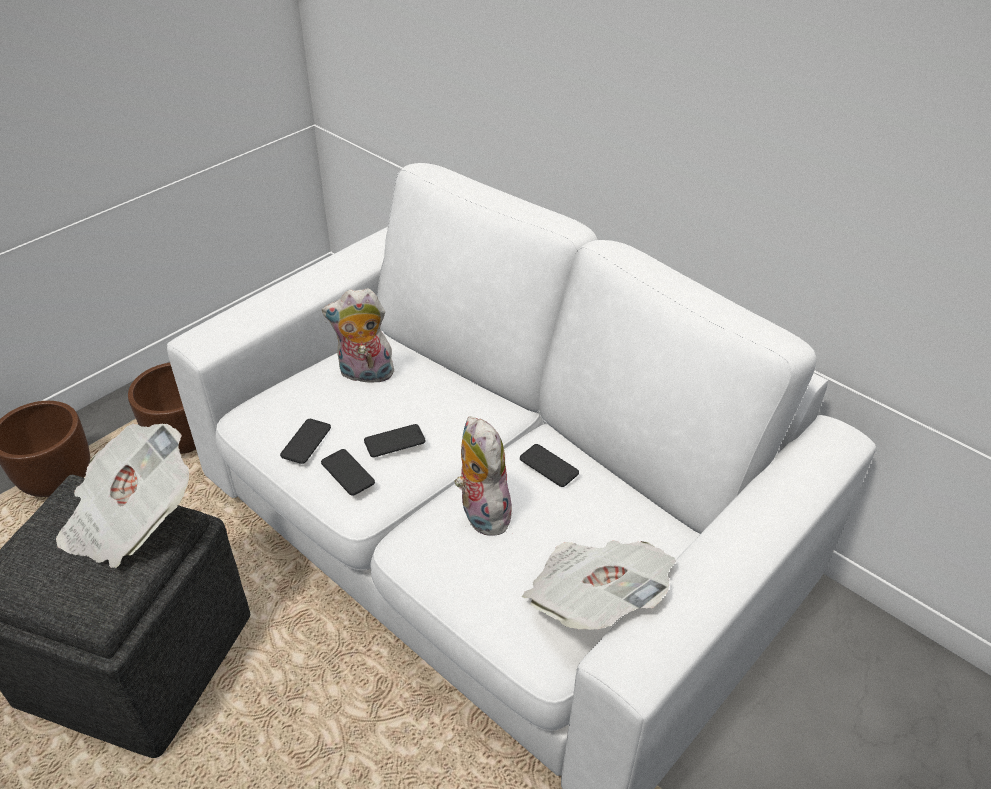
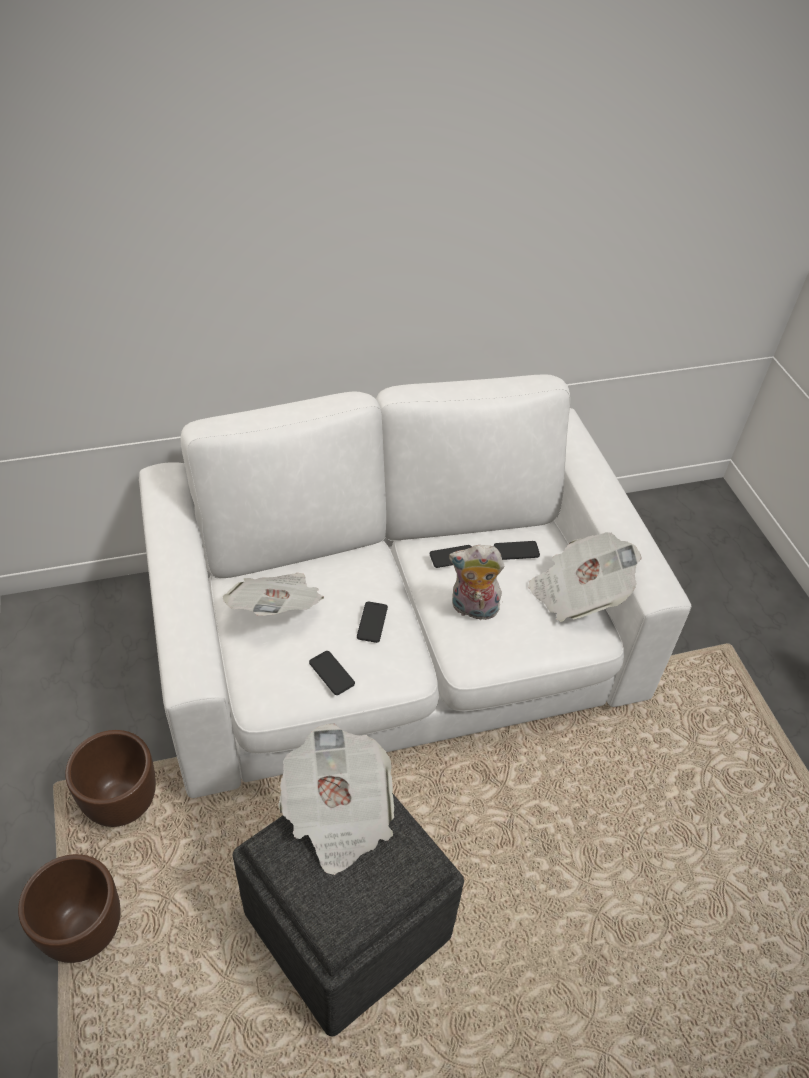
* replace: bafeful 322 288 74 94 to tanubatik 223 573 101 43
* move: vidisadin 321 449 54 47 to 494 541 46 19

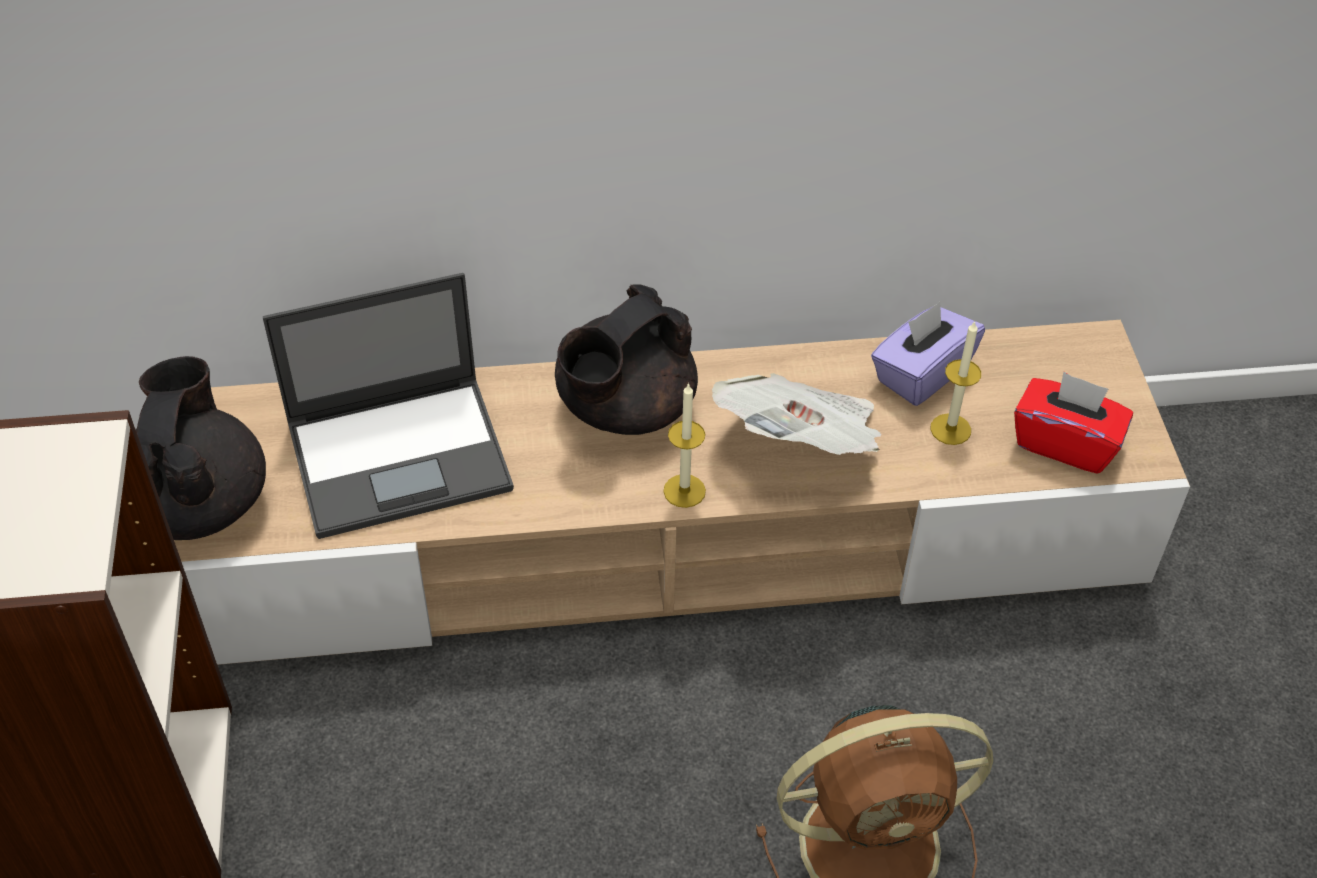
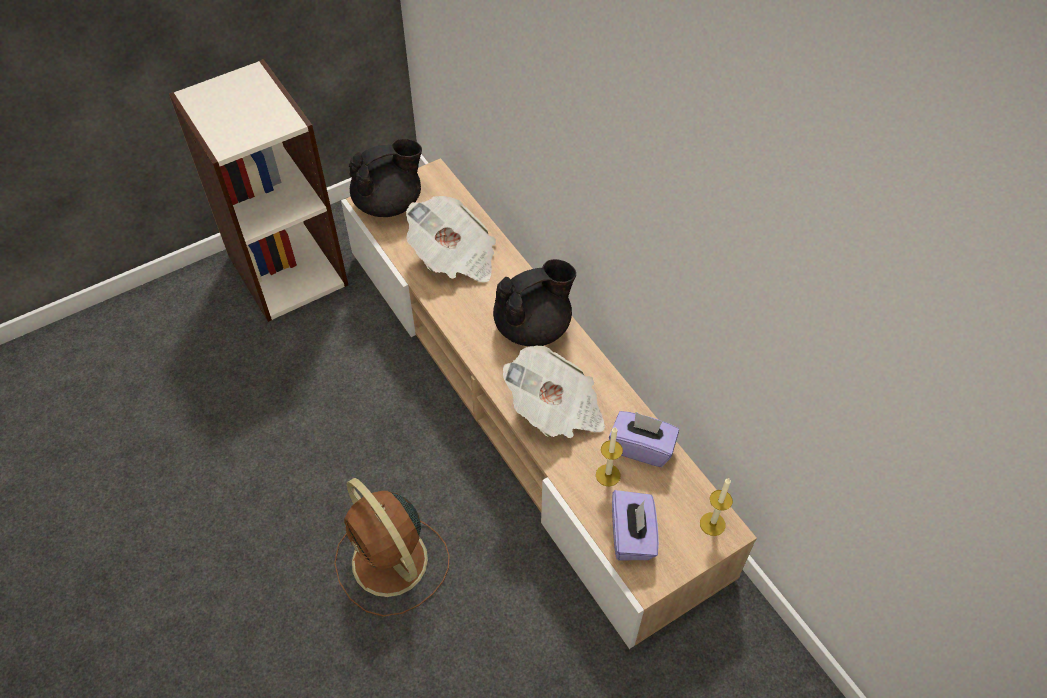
* replace: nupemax 263 273 251 266 to tanubatik 406 196 90 87
* rotate: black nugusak 555 284 143 151 = 493 259 83 87 135 degrees clockwise
* recolor: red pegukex 1014 372 119 102 to purple pegukex 612 490 47 70
* move: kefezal 663 383 43 125 to 700 478 33 58

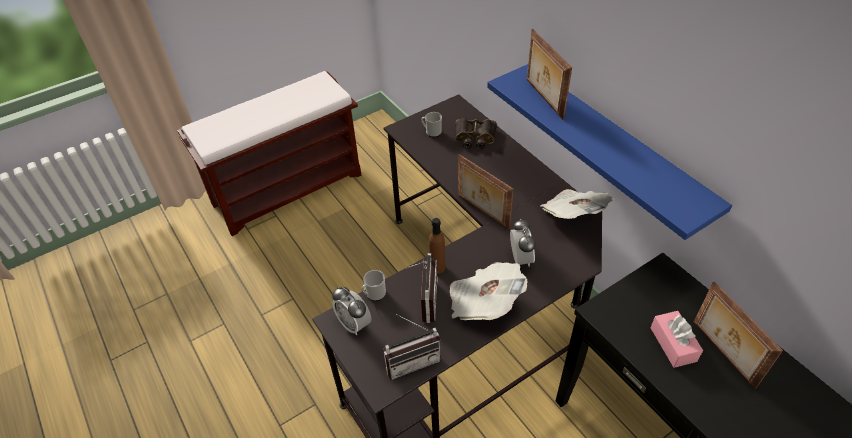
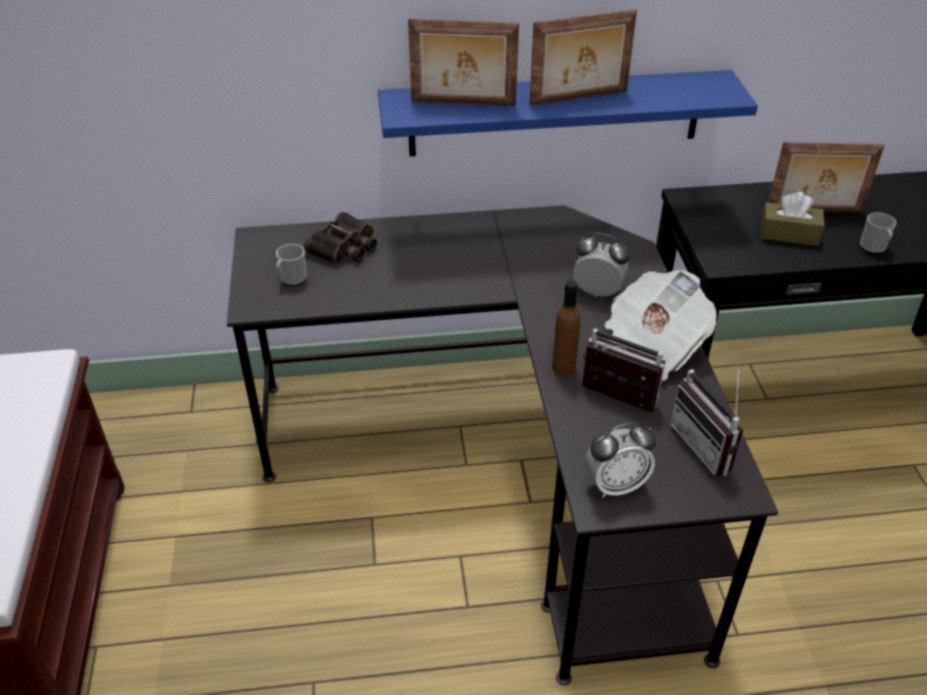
* move: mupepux 458 154 56 76 to 529 9 108 96
* rotate: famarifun 383 314 59 66 = 670 363 73 114 150 degrees clockwise
* recolor: pink pegukex 651 311 52 57 to brown pegukex 761 192 64 54
* move: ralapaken 361 270 25 31 to 860 212 37 42
* delete: tanubatik 541 189 74 30

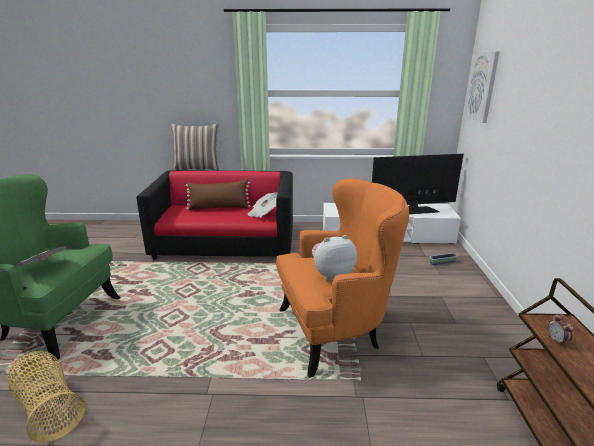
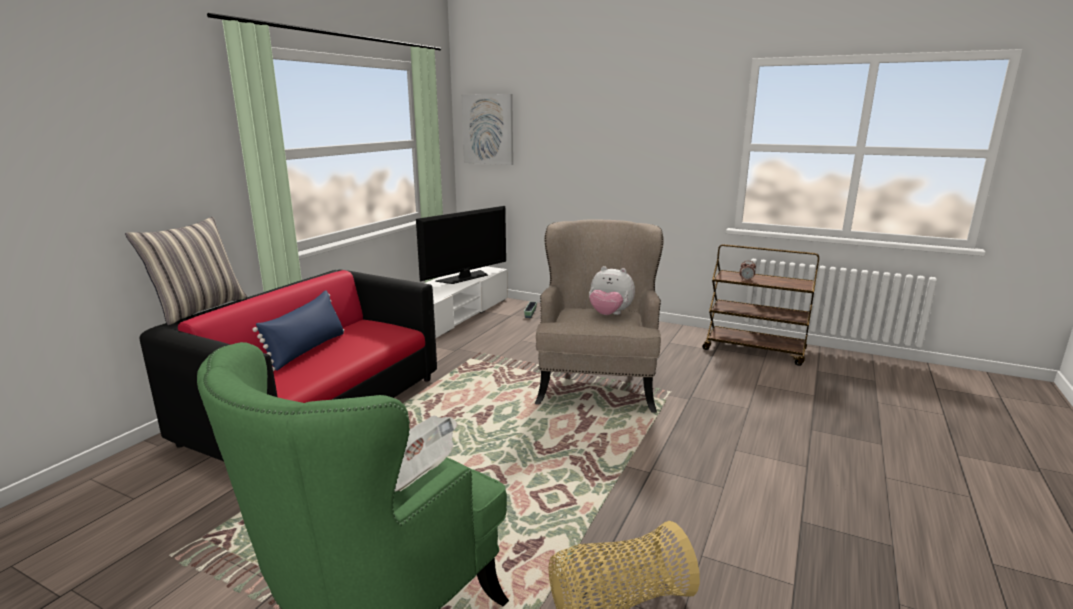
* recolor: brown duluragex 186 179 64 31 to blue duluragex 252 290 92 81
* rotate: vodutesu 372 154 92 60 = 416 206 90 78 150 degrees counterclockwise
* recolor: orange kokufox 276 178 133 200 to beige kokufox 535 220 129 193
* rotate: bafeful 312 235 45 45 = 589 266 46 49 75 degrees counterclockwise
* delete: tanubatik 248 192 29 26

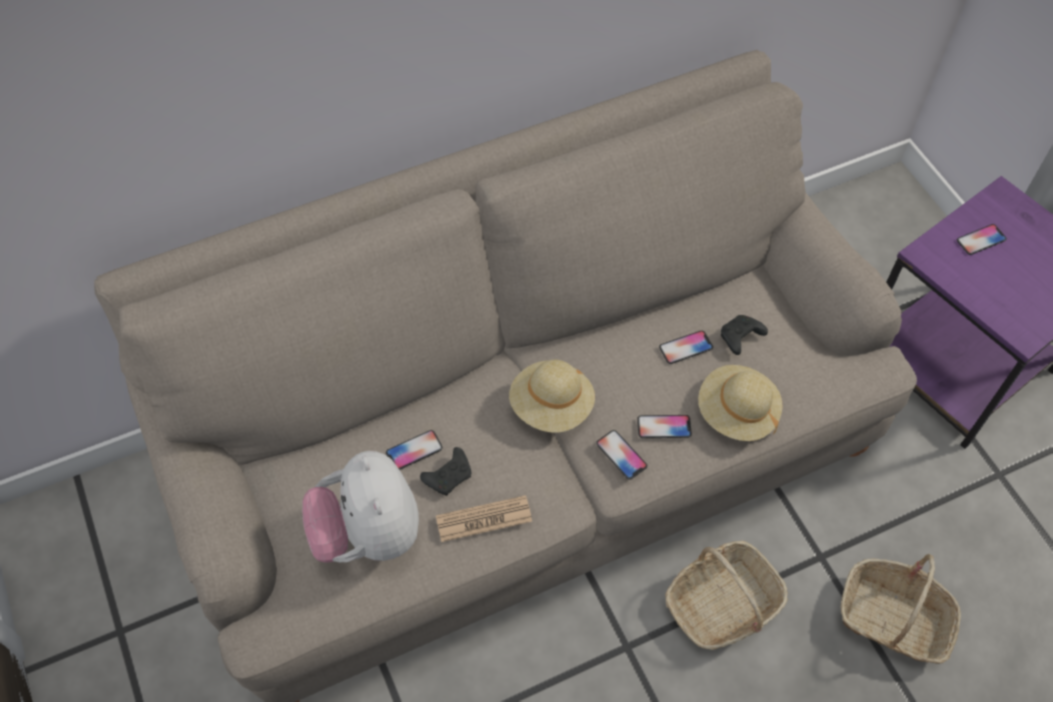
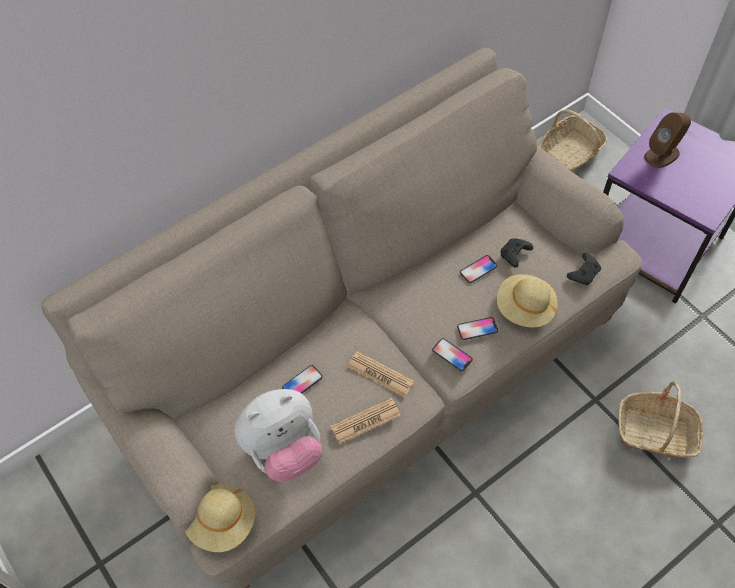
* move: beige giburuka 509 360 86 73 to 185 484 70 68
* rotate: bafeful 302 451 117 112 = 235 389 87 93 90 degrees counterclockwise
* insert: tanubatik 347 351 67 46
* move: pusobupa 665 541 123 109 to 539 110 69 62
* move: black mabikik 420 447 51 49 to 567 253 34 32
* replace: vidisadin 957 224 50 31 to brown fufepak 644 112 47 56

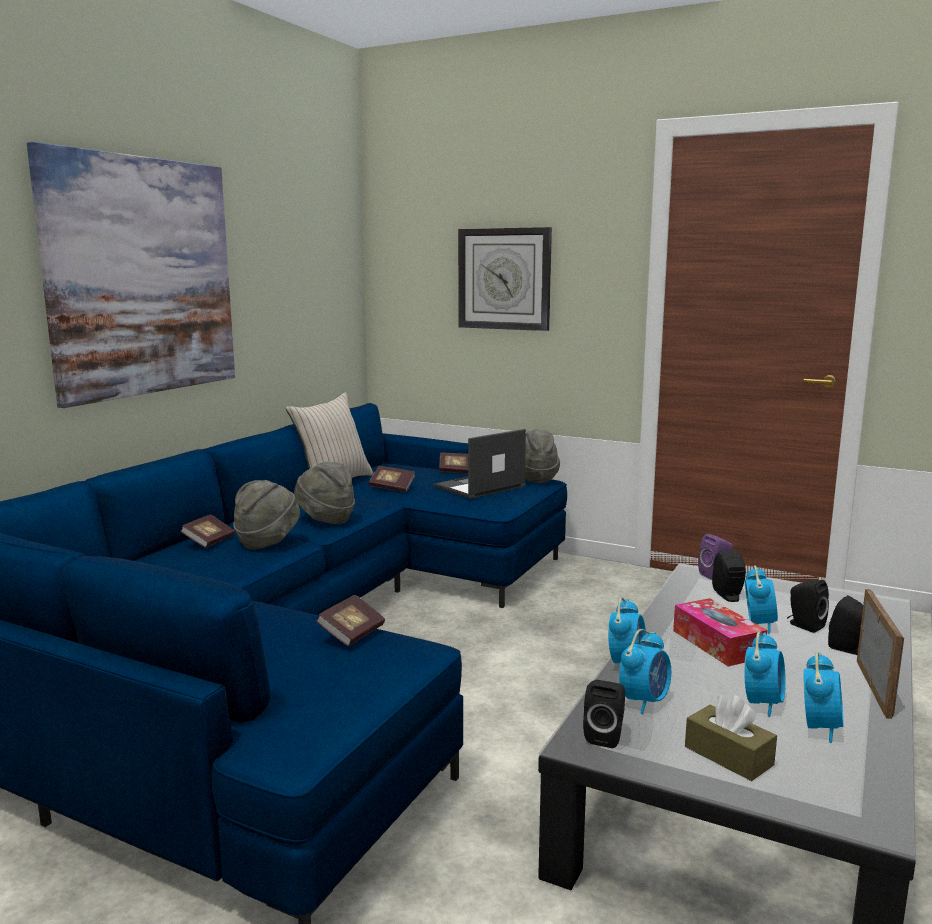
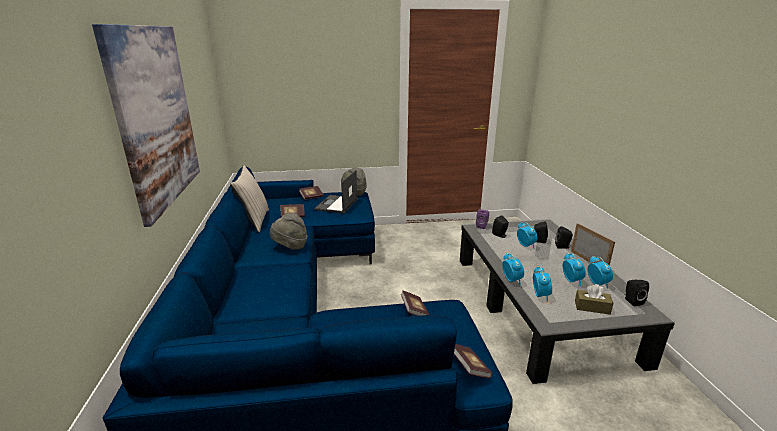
* move: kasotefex 180 514 55 34 to 454 344 38 34
* move: black fufepak 583 680 42 68 to 625 280 24 26
* delete: grey giburuka 233 480 67 70
* delete: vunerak 458 227 94 104
* delete: pegukex 673 598 94 68

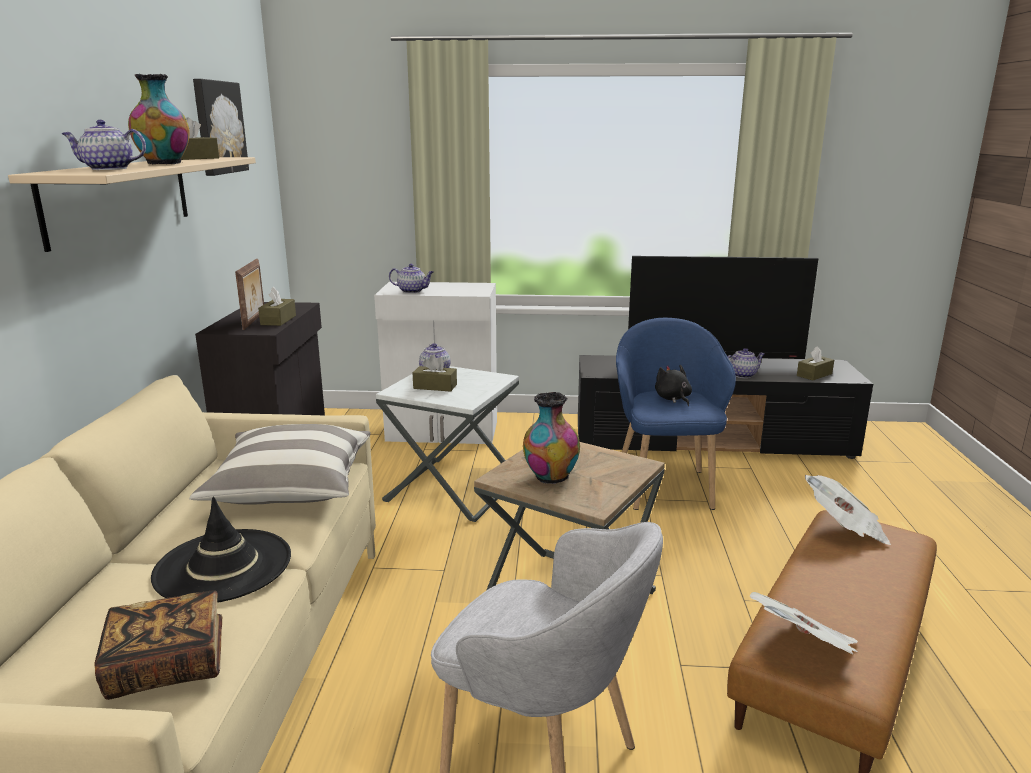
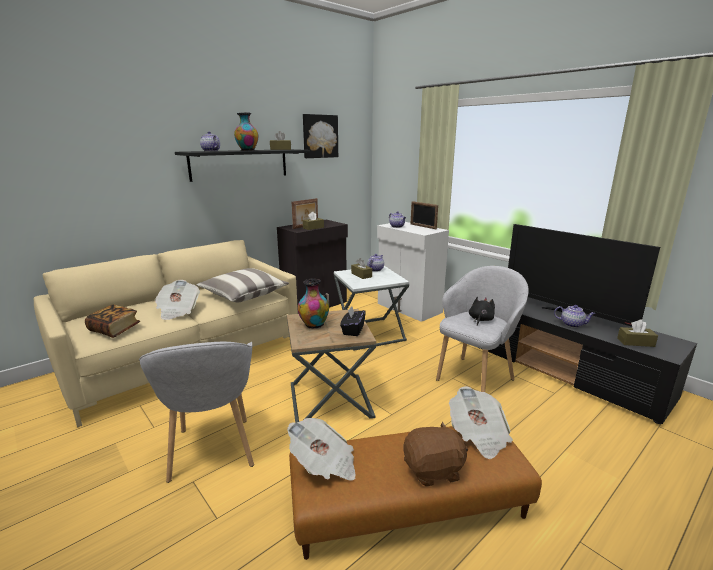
* replace: black giburuka 151 497 140 106 to tanubatik 155 280 45 40
* recolor: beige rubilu 8 157 248 95 to black rubilu 175 149 135 33
* insert: black pegukex 340 306 26 30
* insert: brown bafeful 403 421 65 66
* insert: mupepux 411 201 27 28
* recolor: blue kokufox 616 318 120 192 to grey kokufox 436 266 93 126

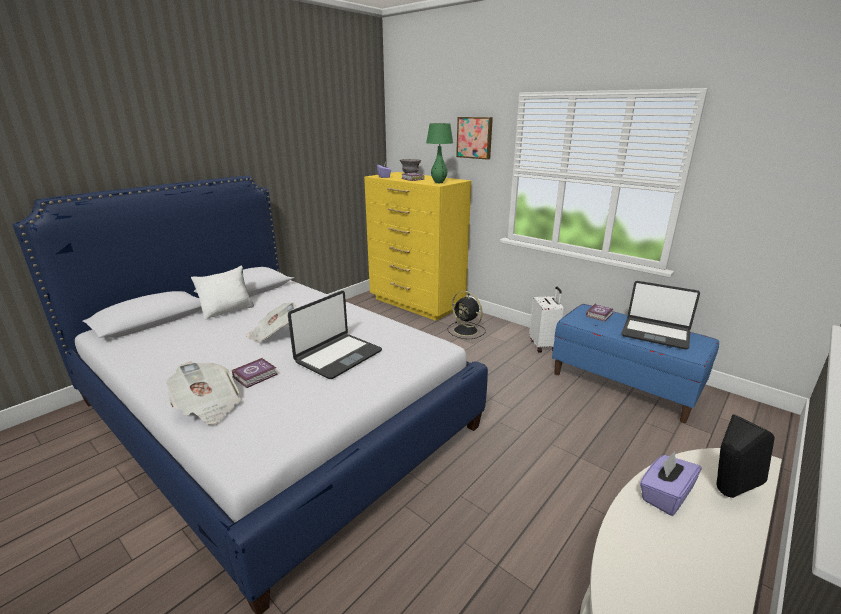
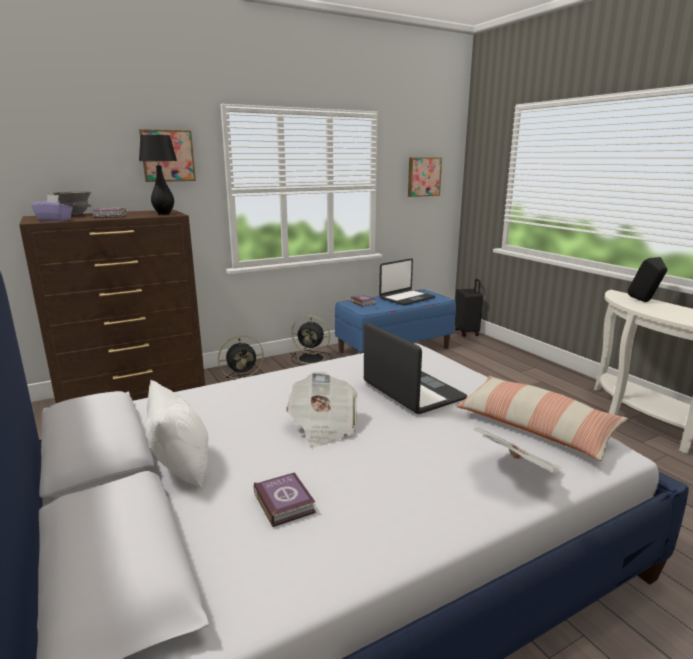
* recolor: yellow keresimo 364 172 107 149 to brown keresimo 19 210 186 193
* recolor: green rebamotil 426 123 27 60 to black rebamotil 139 135 38 80
* move: kasotefex 232 358 46 30 to 253 472 63 55
* replace: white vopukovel 529 287 35 66 to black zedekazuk 291 315 41 50
* insert: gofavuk 408 157 34 40
* insert: black vopukovel 455 279 28 58
* insert: duluragex 457 376 171 85
* delete: purple pegukex 640 451 61 65

